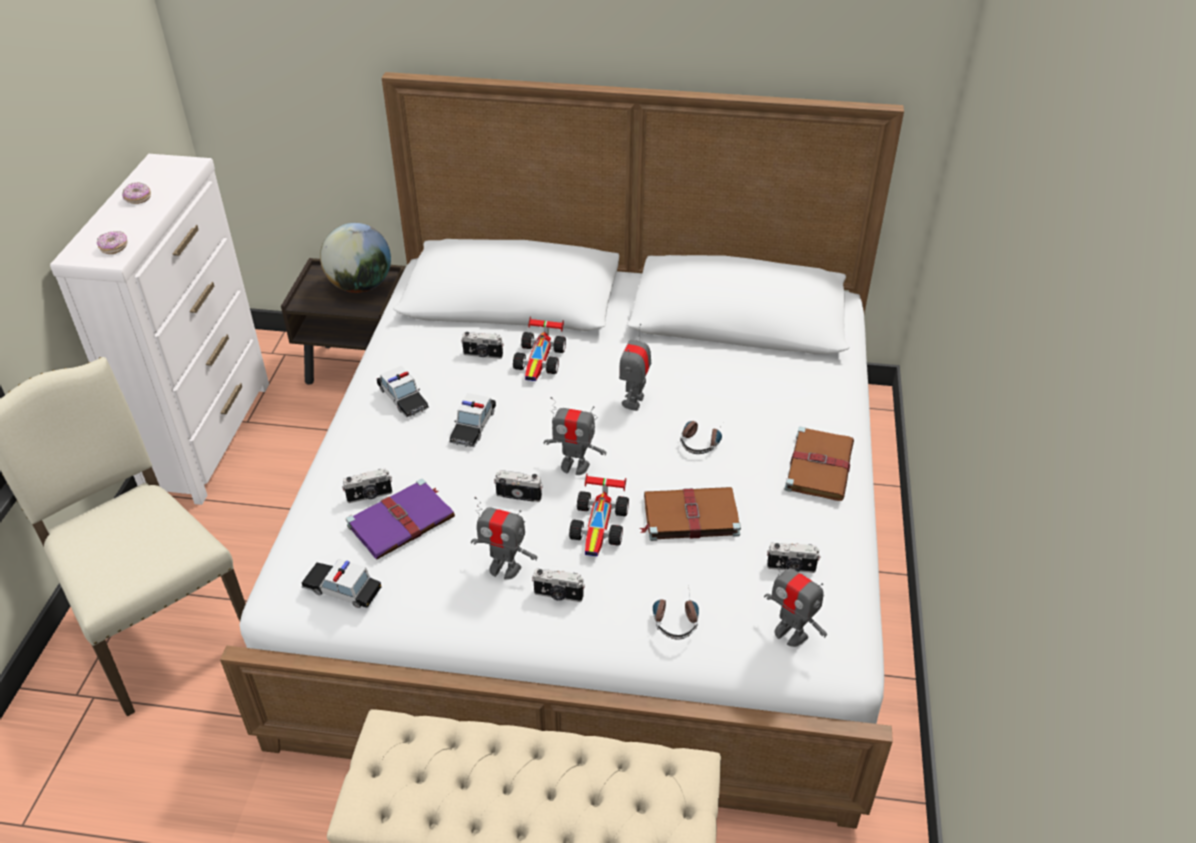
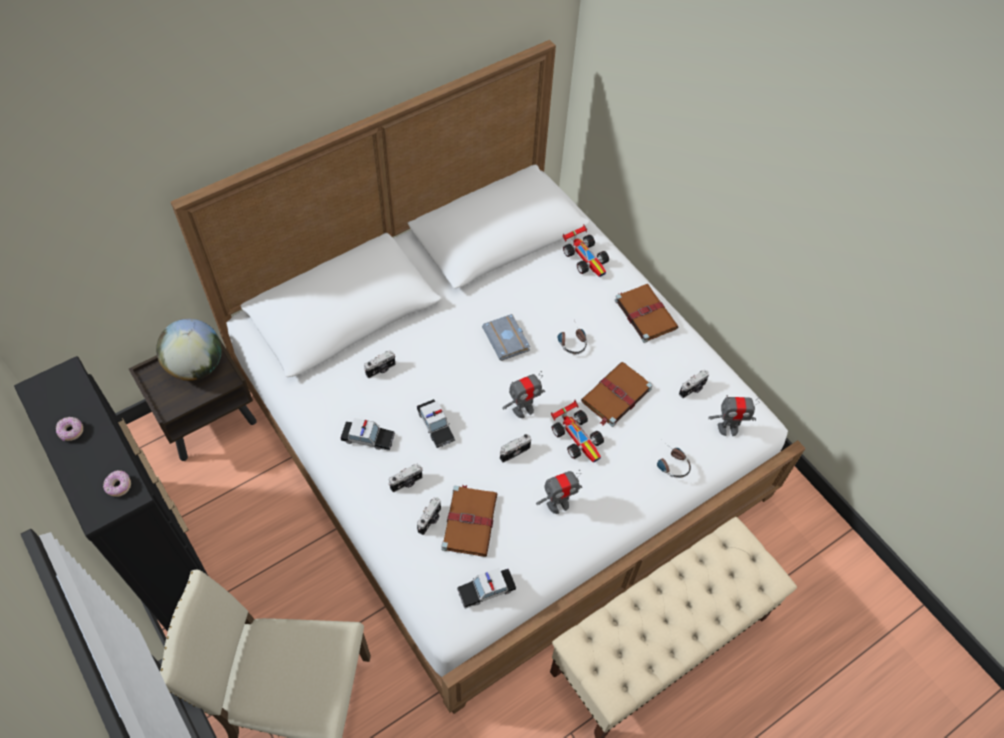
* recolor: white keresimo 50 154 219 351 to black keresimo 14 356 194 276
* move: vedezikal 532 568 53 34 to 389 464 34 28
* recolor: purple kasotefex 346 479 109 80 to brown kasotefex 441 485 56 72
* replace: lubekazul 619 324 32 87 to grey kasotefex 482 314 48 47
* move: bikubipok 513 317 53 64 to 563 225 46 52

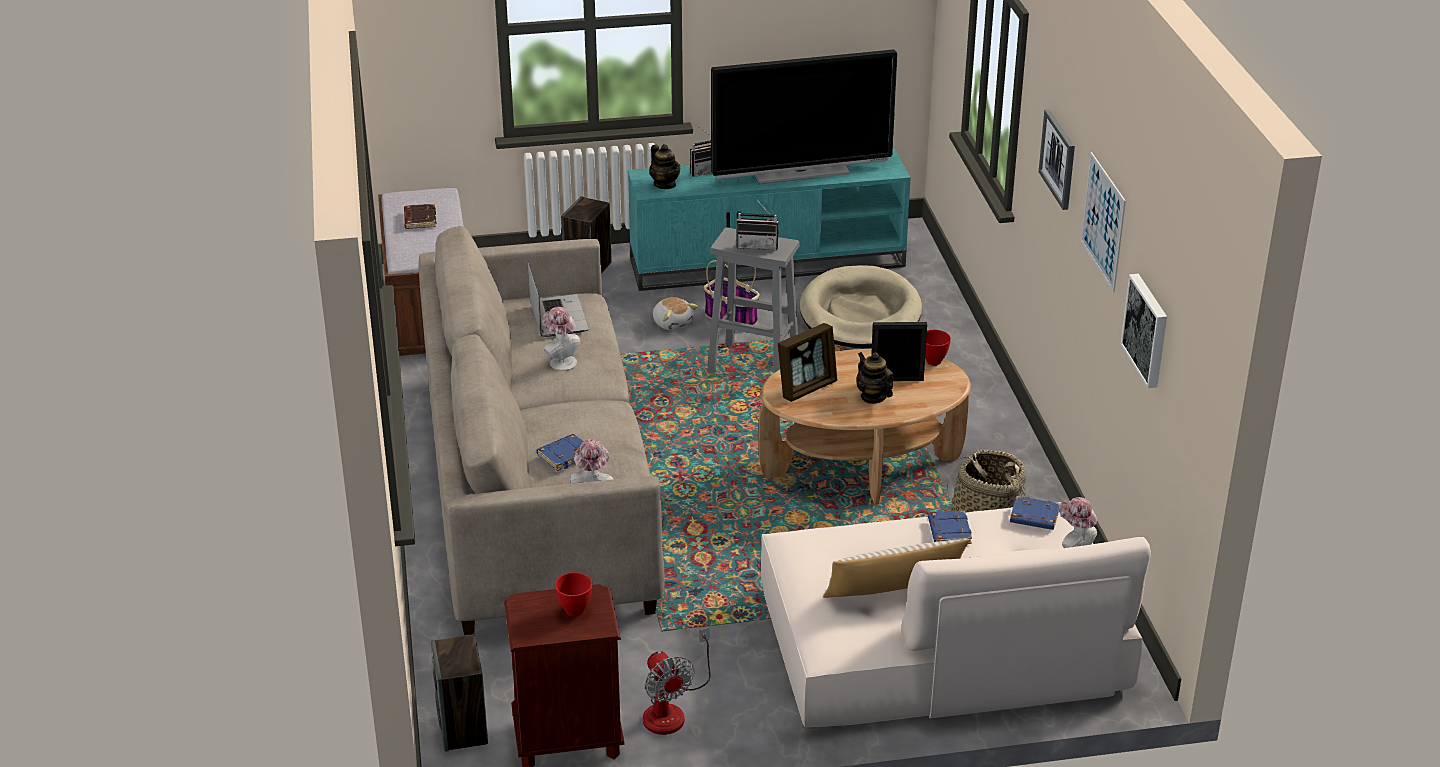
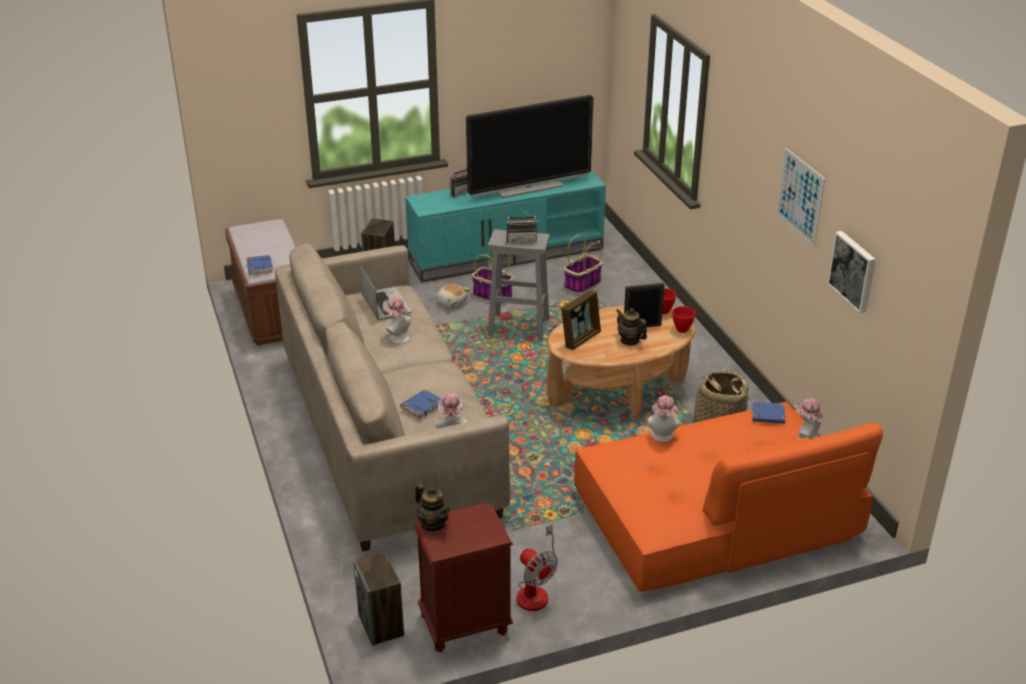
* move: blue kasotefex 928 511 44 33 to 247 255 26 20
* move: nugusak 649 144 31 45 to 415 483 35 48
* replace: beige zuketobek 800 265 122 83 to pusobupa 564 234 39 60
* recolor: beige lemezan 761 501 390 226 to orange lemezan 574 402 309 190
* insert: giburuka 648 395 32 47
* move: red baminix 555 572 37 45 to 672 306 23 27
* delete: brown kasotefex 404 204 33 25
* delete: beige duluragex 823 539 147 59
* delete: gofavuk 1039 109 36 101

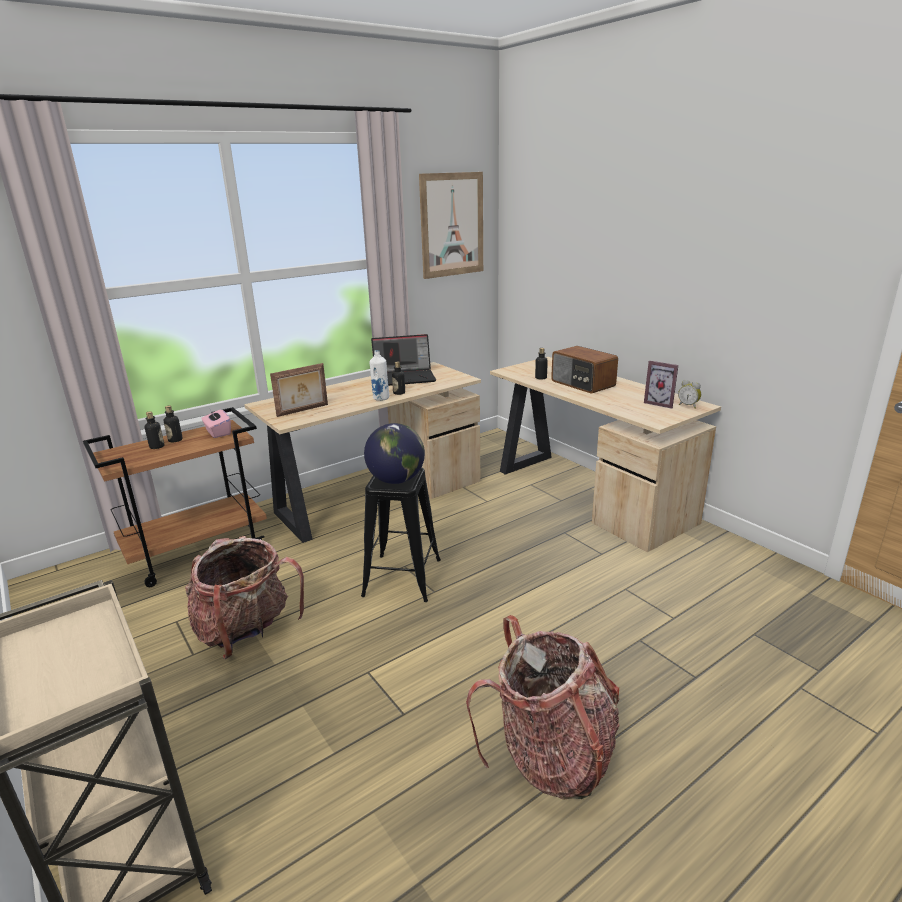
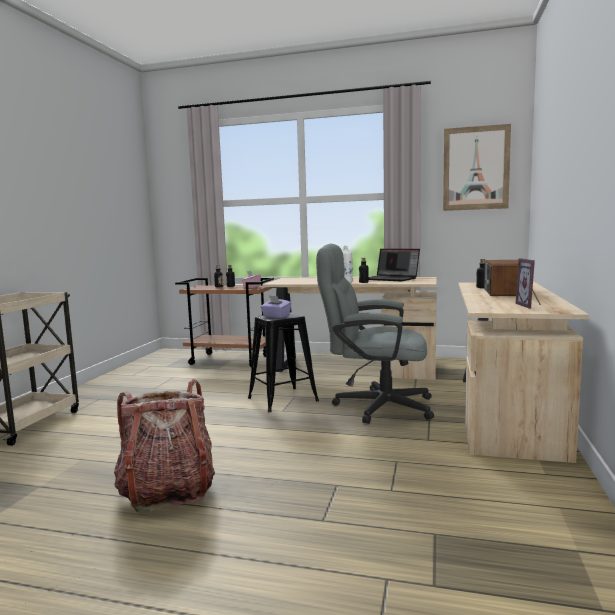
* replace: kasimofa 364 423 61 61 to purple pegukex 260 295 31 23
* insert: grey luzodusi 316 244 118 180
* delete: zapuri 185 536 119 123
* delete: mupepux 270 363 58 54
* delete: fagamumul 678 380 23 29

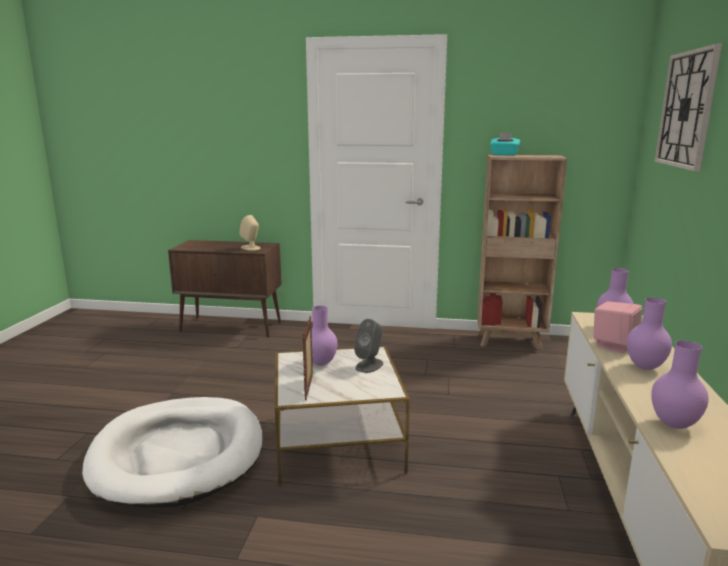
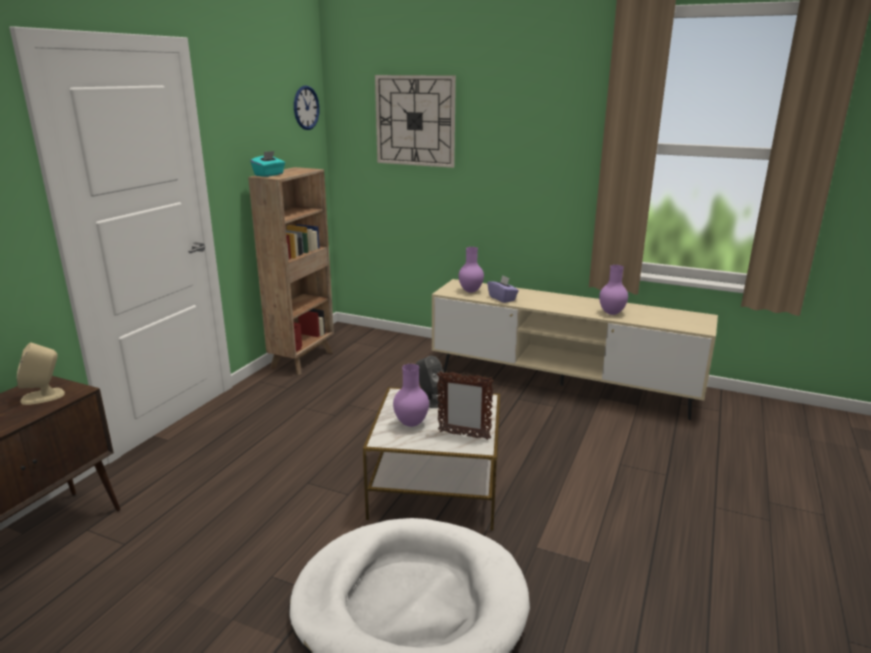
* insert: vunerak 294 85 26 45
* replace: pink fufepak 594 301 48 52 to purple pegukex 487 275 32 28
* delete: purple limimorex 627 298 45 72

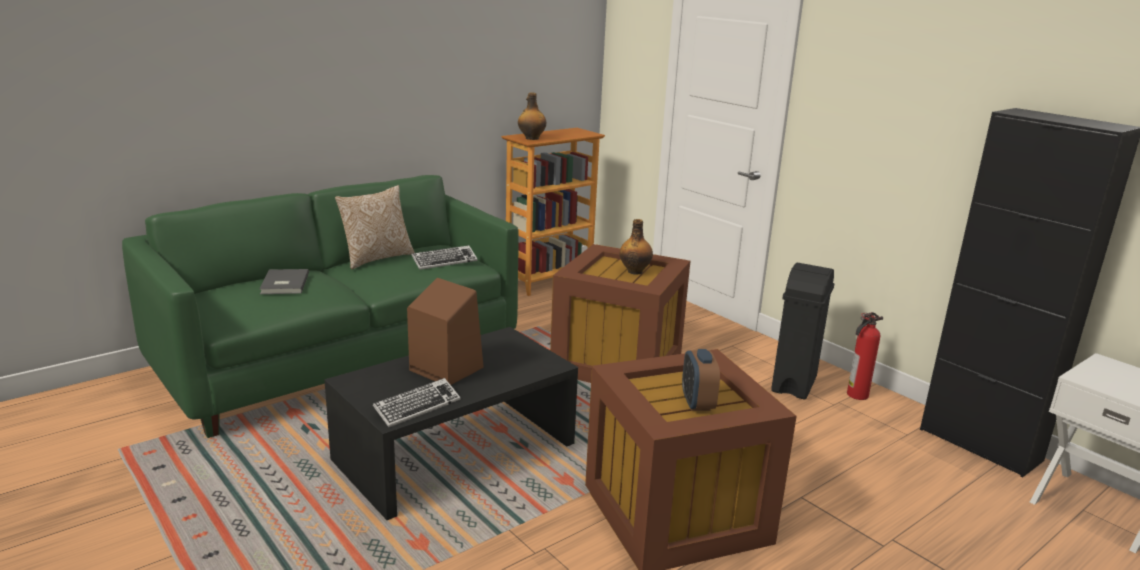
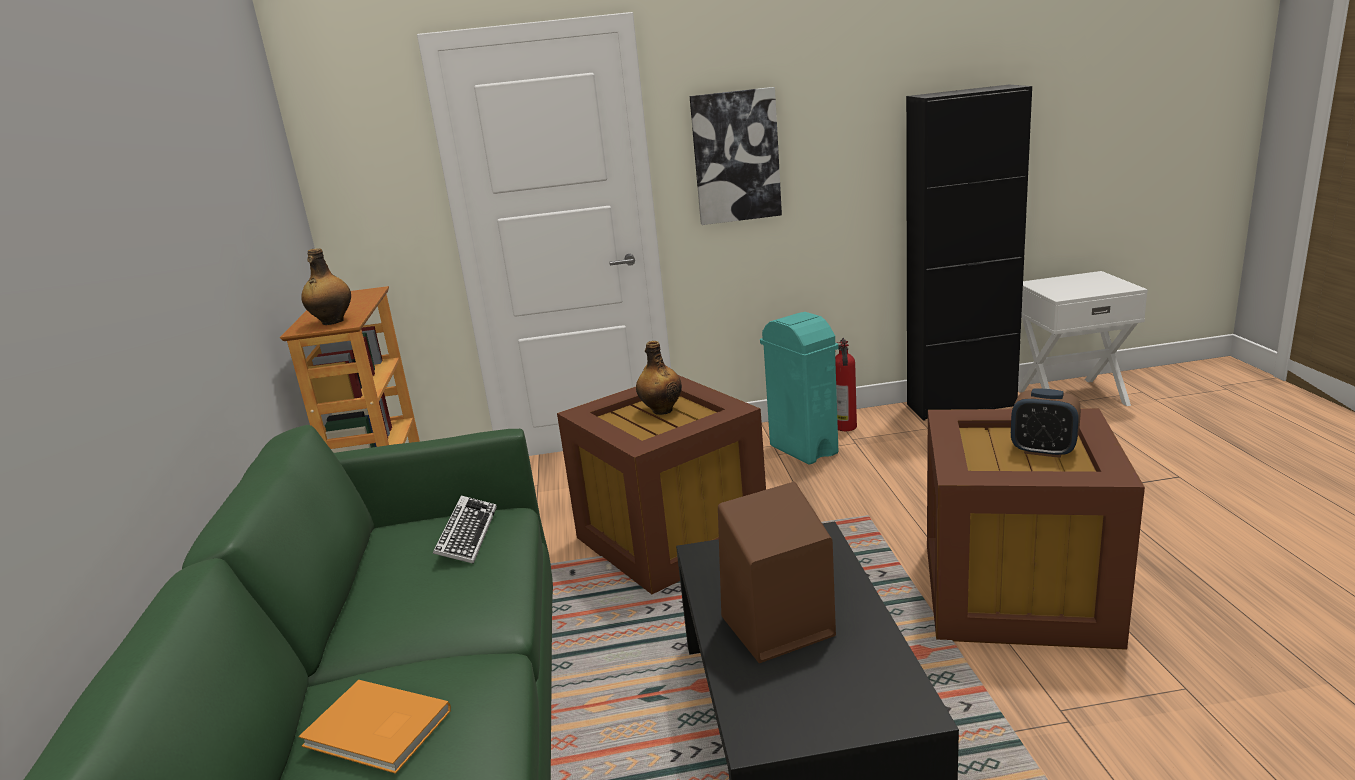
* recolor: grey kasotefex 259 269 50 25 to orange kasotefex 299 680 152 94
* insert: gofavuk 690 87 92 138
* recolor: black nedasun 771 263 63 137 to turquoise nedasun 760 312 79 153
* delete: duluragex 335 185 80 84
* delete: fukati 373 378 88 49

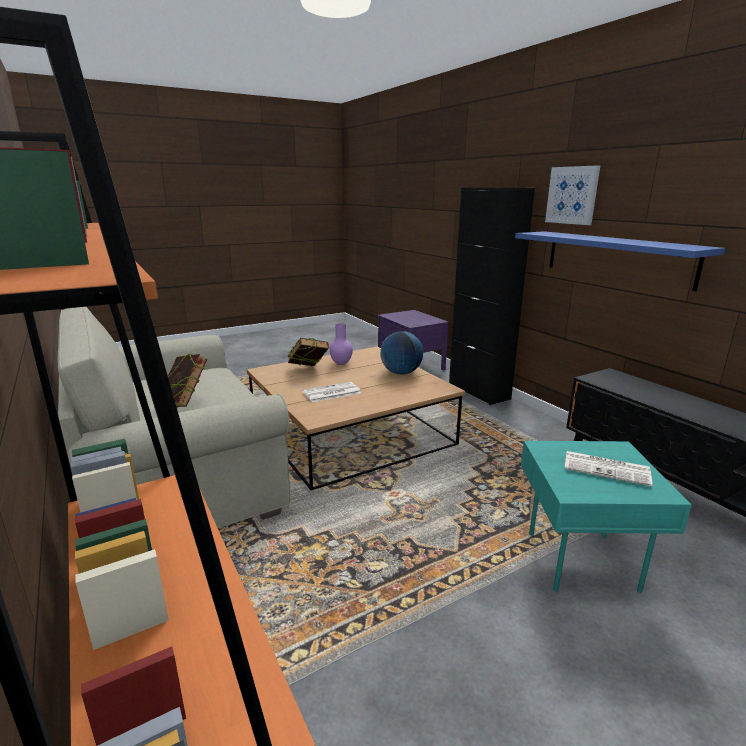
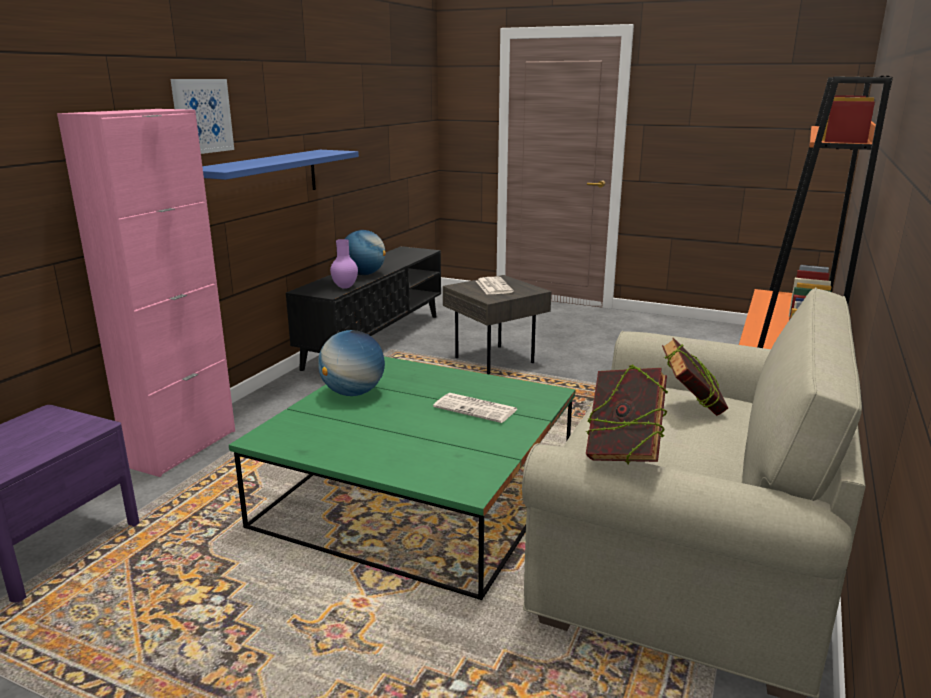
* recolor: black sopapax 449 188 86 217 to pink sopapax 57 109 178 368
* recolor: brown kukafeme 247 347 218 143 to green kukafeme 229 357 346 243
* move: purple limimorex 329 323 24 42 to 330 239 28 50
* insert: kasimofa 345 230 41 45
* recolor: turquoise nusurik 521 441 171 152 to grey nusurik 443 275 108 99
* move: kasotefex 288 338 41 28 to 586 365 82 100

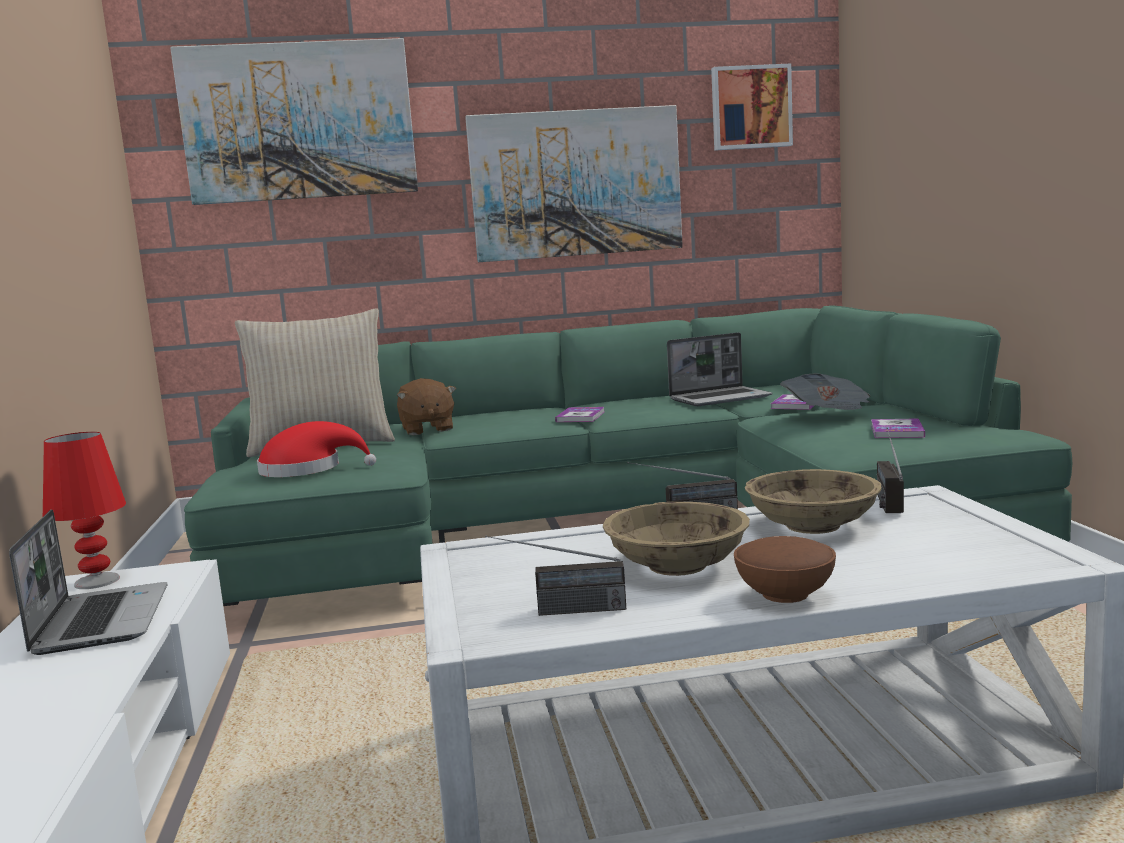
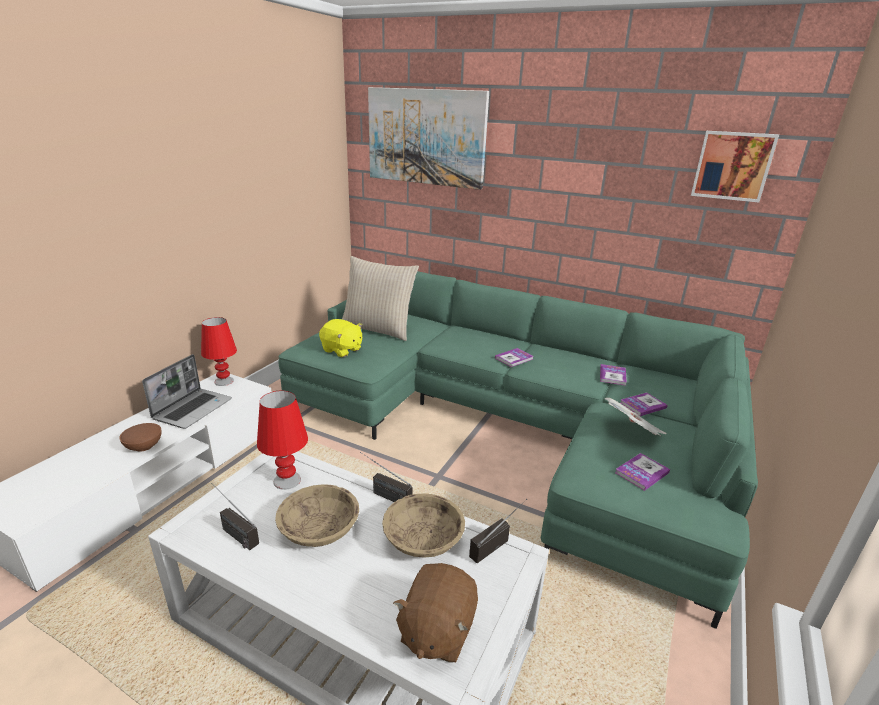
* move: brown baminix 734 536 102 67 to 119 423 43 29
* insert: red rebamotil 257 391 51 99
* replace: red giburuka 257 421 119 56 to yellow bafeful 319 319 43 38
* move: brown bafeful 397 378 59 57 to 393 563 85 99
* replace: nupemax 667 332 106 74 to kasotefex 600 364 27 22
* delete: gofavuk 465 105 218 157

